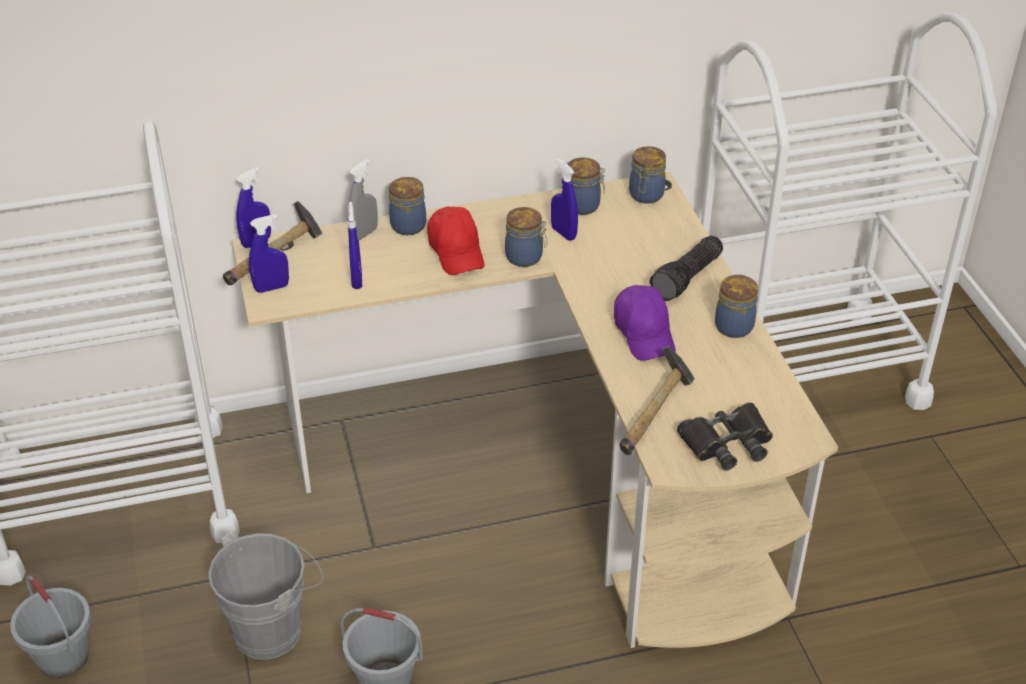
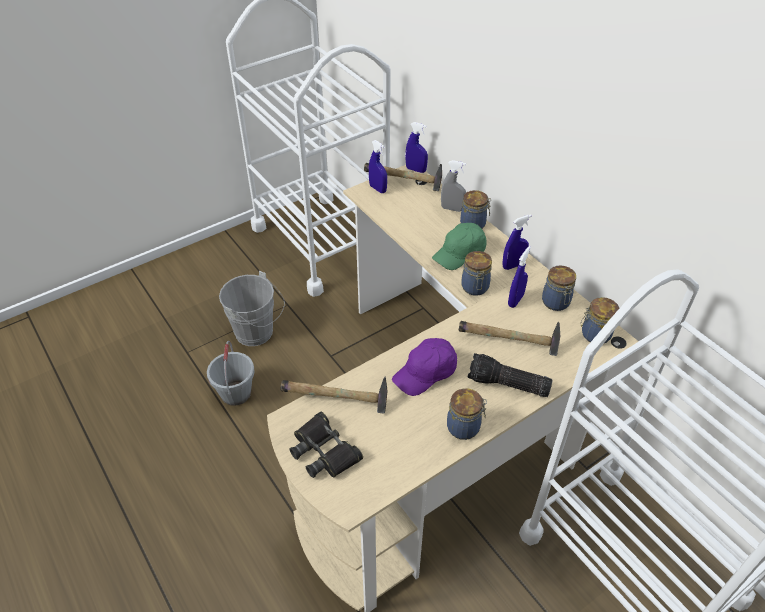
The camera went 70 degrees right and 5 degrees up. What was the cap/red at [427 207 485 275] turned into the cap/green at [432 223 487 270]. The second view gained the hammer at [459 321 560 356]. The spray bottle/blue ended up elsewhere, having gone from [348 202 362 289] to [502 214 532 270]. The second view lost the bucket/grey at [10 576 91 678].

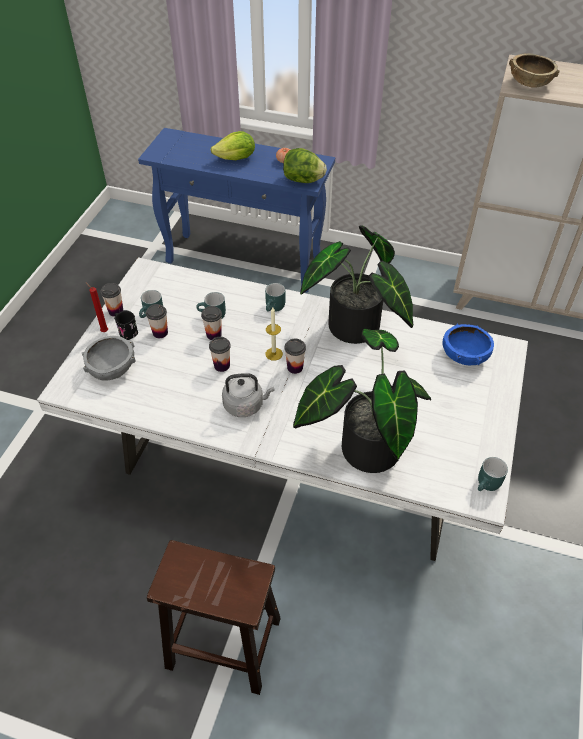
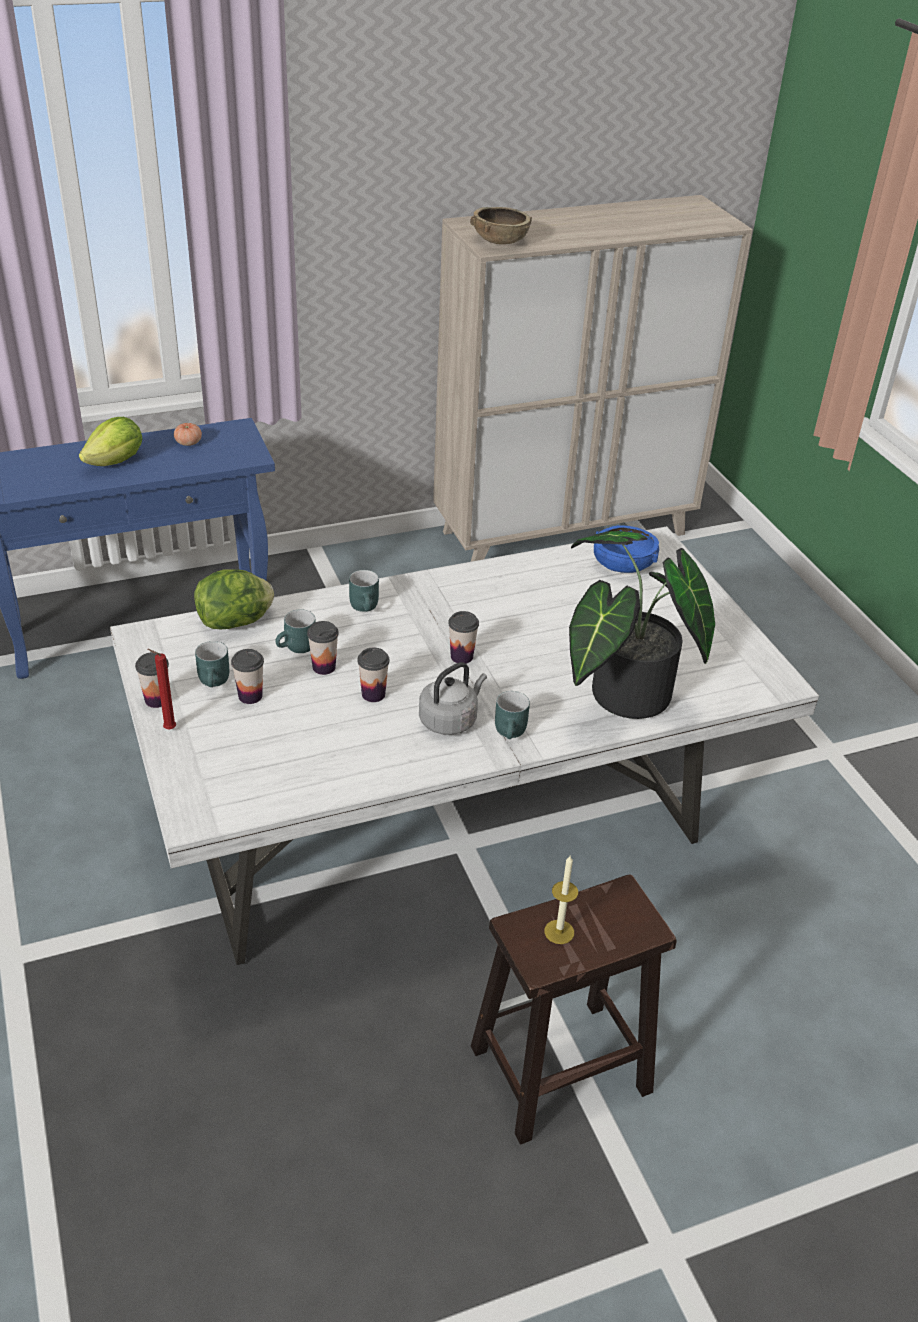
The camera went 40 degrees left and 10 degrees down. The lettuce ended up elsewhere, having gone from [283 148 327 183] to [194 569 274 629]. The mug/turquoise ended up elsewhere, having gone from [478 457 508 491] to [495 691 530 739]. The candle ended up elsewhere, having gone from [266 307 283 361] to [544 856 578 944]. The second view lost the bowl/grey at [82 336 136 381]. The second view lost the mug/black at [114 310 138 340]. The second view lost the potted plant at [300 225 413 344].

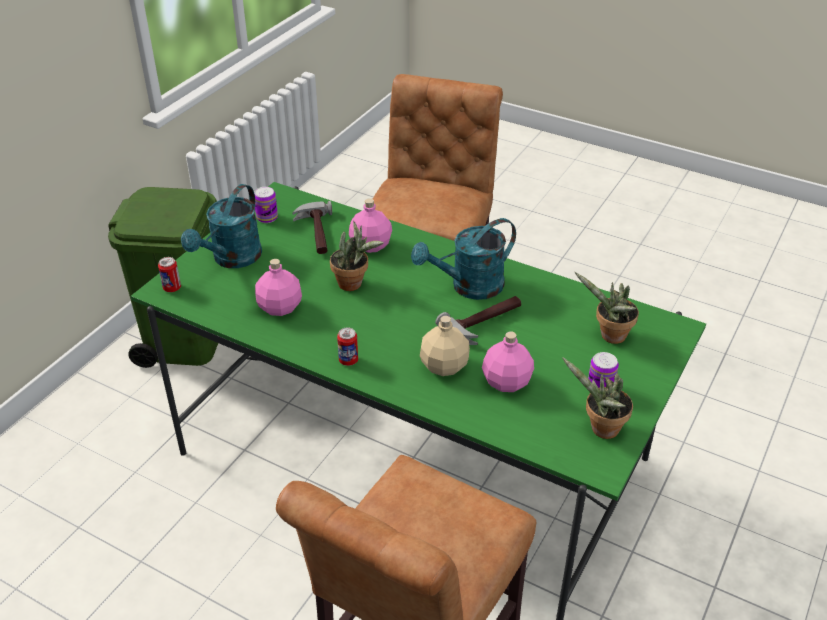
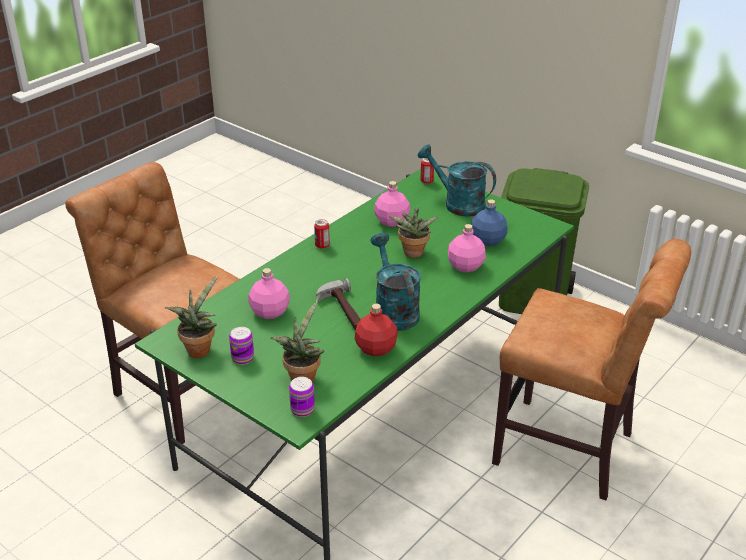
The camera went 100 degrees right and 5 degrees down. The can ended up elsewhere, having gone from [254 187 278 223] to [289 377 315 417]. The second view gained the bottle/red at [355 304 398 356]. Where the hammer stood at [292 201 332 254], the bottle/blue came to stand at [471 199 508 246]. The second view lost the bottle/beige at [420 316 470 376].

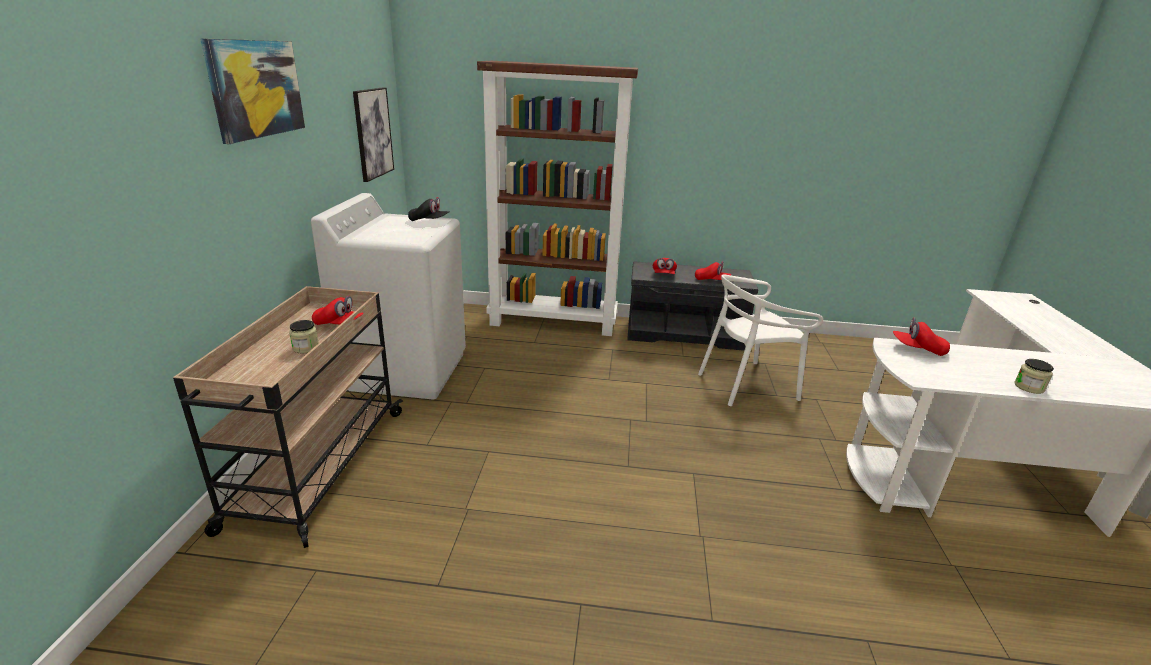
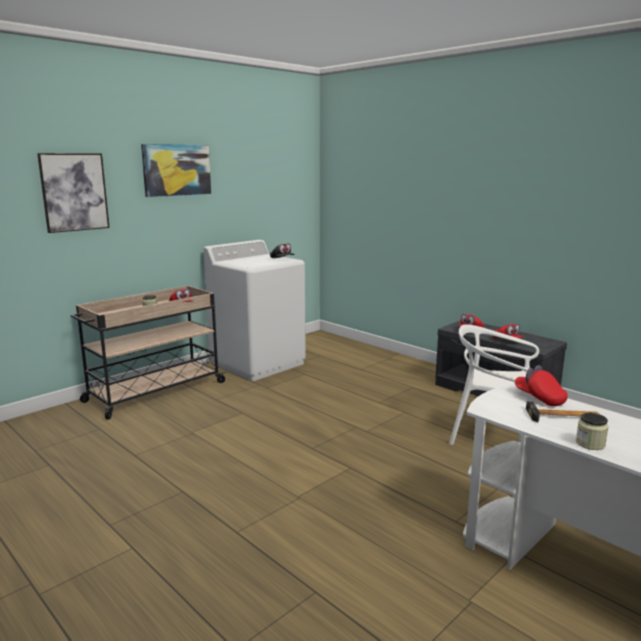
The camera went 40 degrees right and 10 degrees down. The picture ended up elsewhere, having gone from [353 87 394 182] to [37 153 109 233]. The second view gained the hammer at [526 401 599 423]. The second view lost the bookcase/brown at [477 61 638 336].

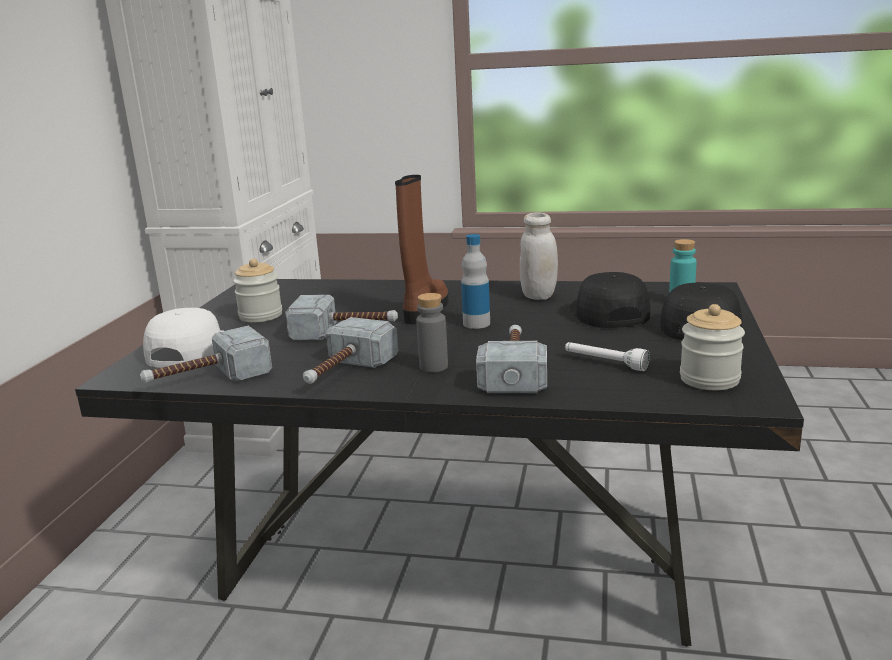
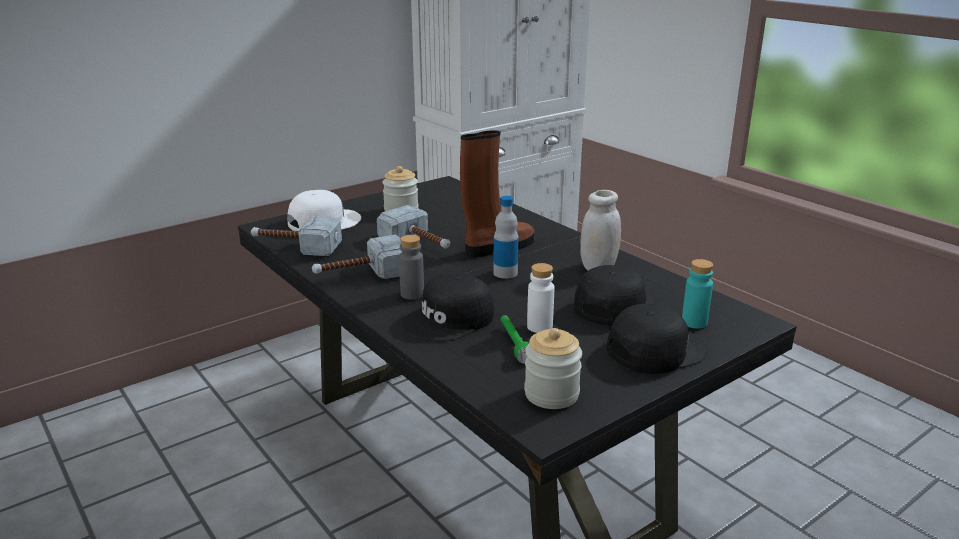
The camera went 40 degrees right and 5 degrees up. Where the hammer stood at [476 325 547 393], the cap/black came to stand at [402 272 494 341]. What was the flashlight/white at [565 342 650 371] turned into the flashlight/green at [501 315 529 364]. The second view gained the bottle/white at [527 263 554 333].

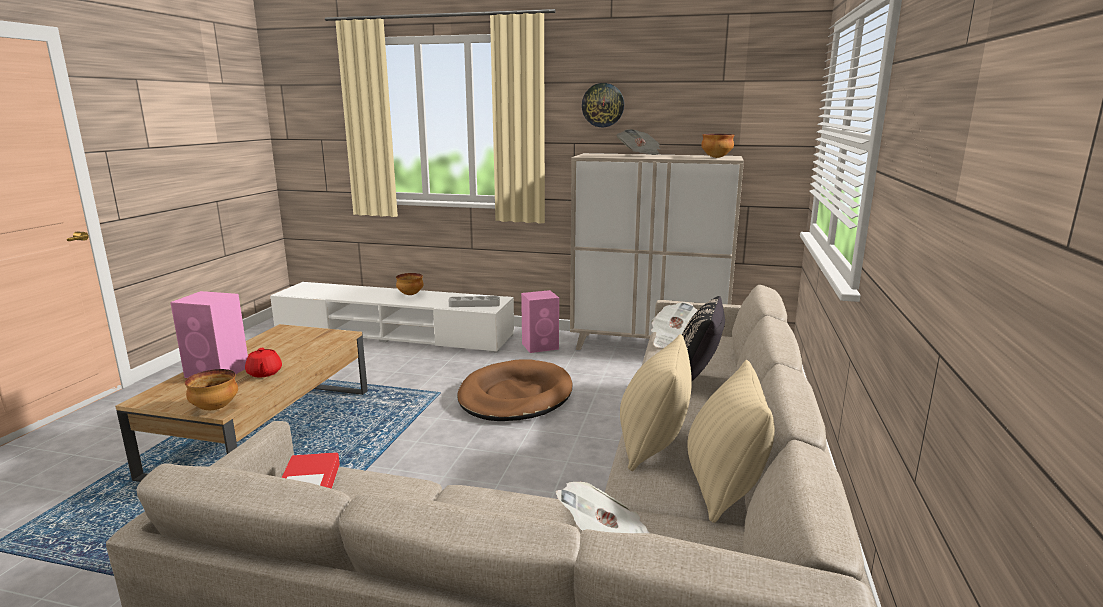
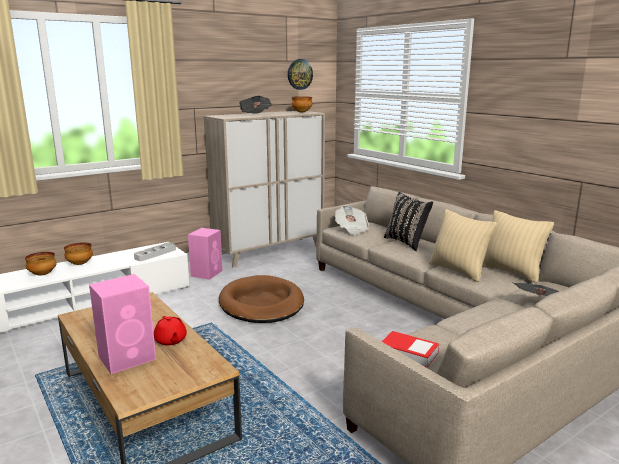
The camera went 50 degrees left and 0 degrees up. The bowl ended up elsewhere, having gone from [185 369 238 410] to [25 252 56 276]. The teapot/red at [245 348 282 377] ended up facing another way, 45 degrees clockwise from before. The wall clock ended up elsewhere, having gone from [582 83 624 127] to [288 59 313 90].

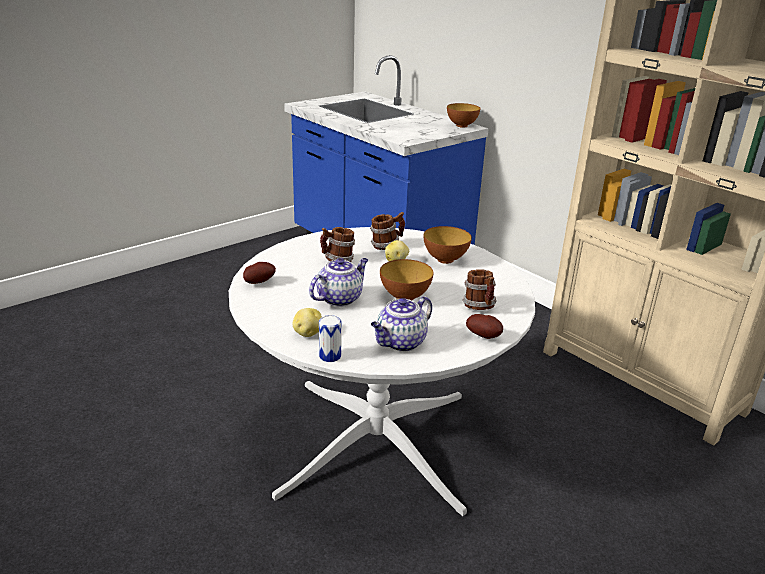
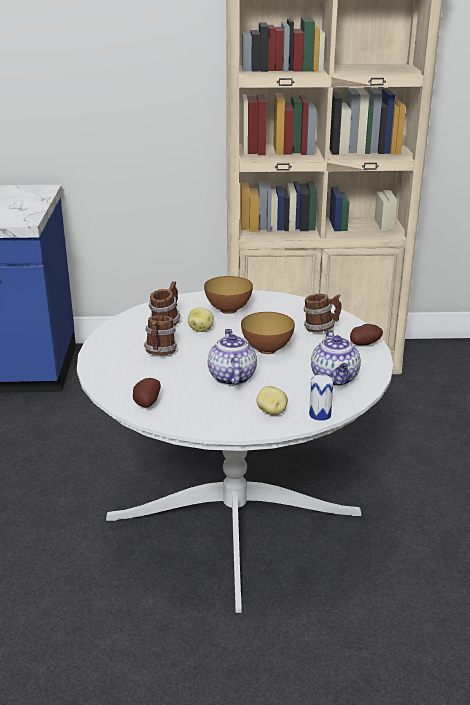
The camera went 50 degrees left and 0 degrees up. The second view lost the bowl at [447 103 480 127].

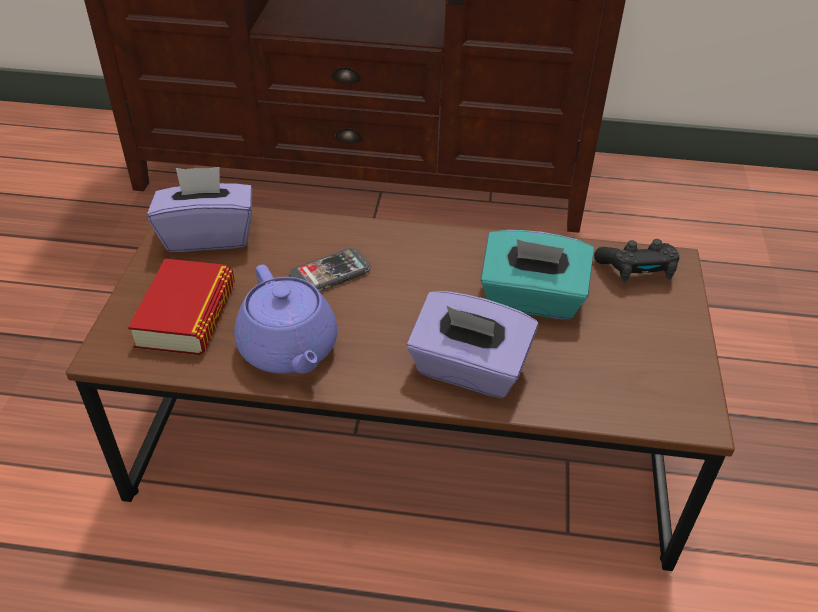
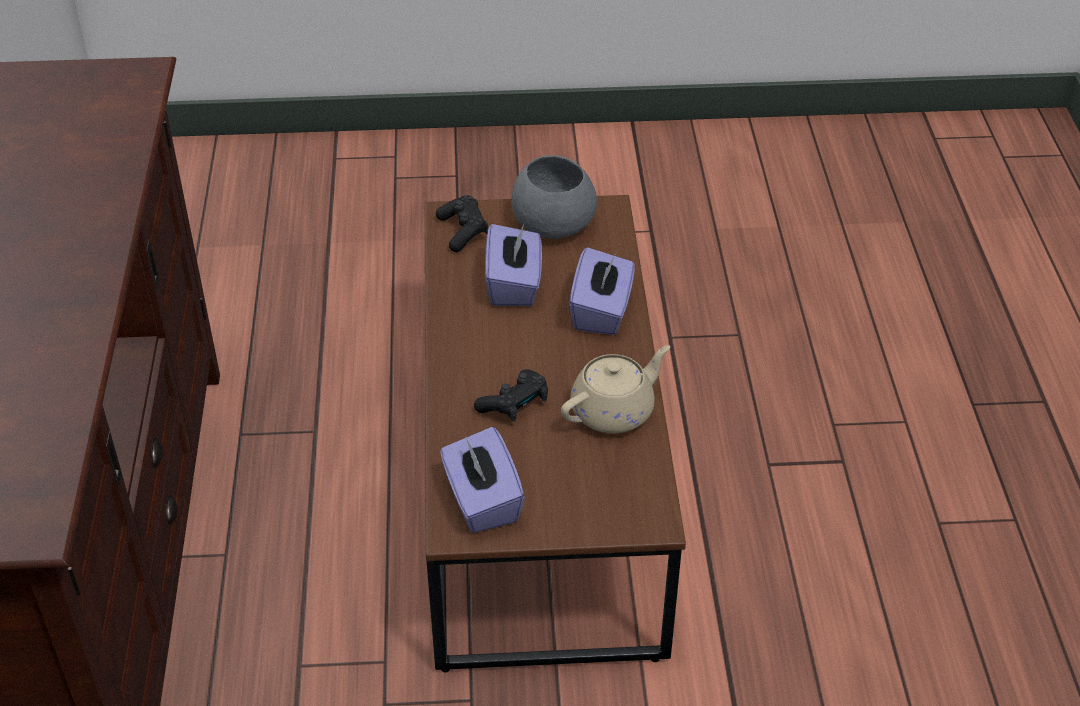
The camera went 100 degrees left and 0 degrees up. Where the phone stood at [289 248 371 292], the game controller/black came to stand at [474 369 548 422]. What was the tissue box/turquoise at [480 230 594 320] turned into the tissue box/purple at [485 224 542 306]. The second view gained the bowl/grey at [512 155 597 239]. What was the teapot/purple at [234 264 337 374] turned into the teapot/beige at [561 345 670 434]. The second view lost the book at [128 259 235 355].

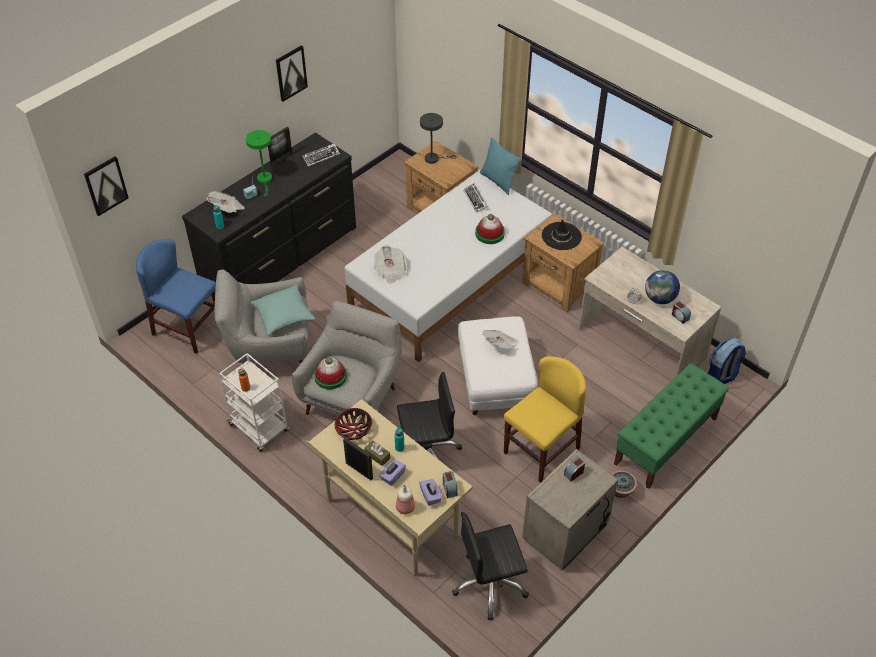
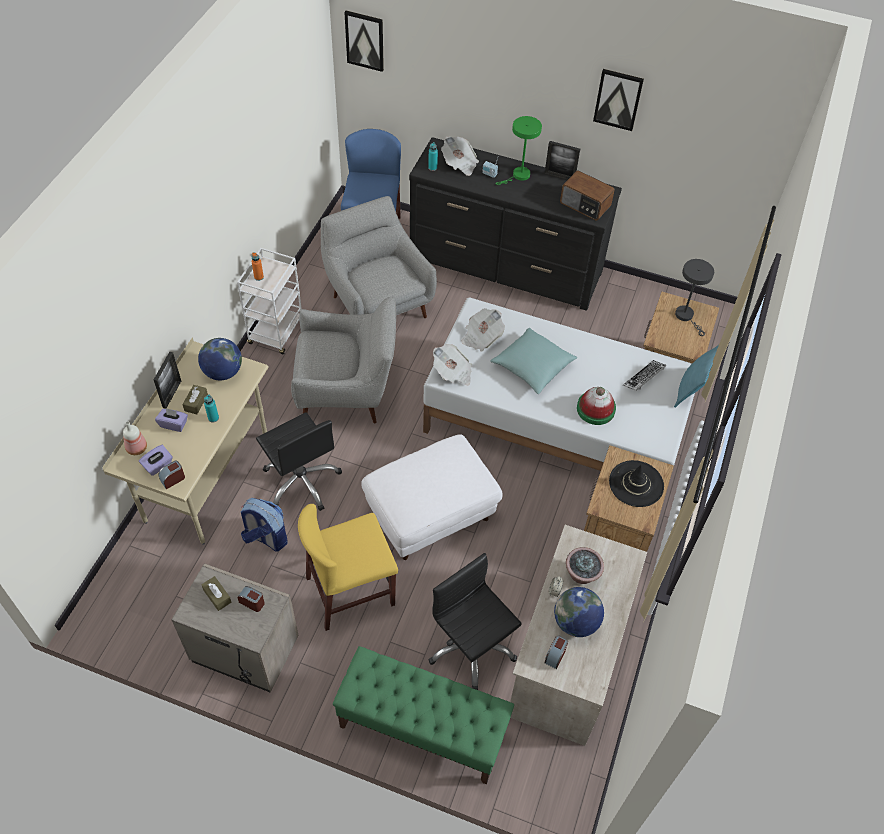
The camera went 65 degrees right and 5 degrees up. Where the bowl stood at [335 408 372 440], the globe came to stand at [198 338 242 381]. The second view gained the tissue box/brown at [201 576 232 611]. The backpack ended up elsewhere, having gone from [708 338 746 384] to [241 498 288 552]. The chair/yellow at [503 356 586 483] ended up facing another way, 135 degrees clockwise from before. The office chair/black ended up elsewhere, having gone from [452 512 529 620] to [428 553 522 690]. The newspaper ended up elsewhere, having gone from [482 330 518 350] to [433 344 472 385]. The pillow/turquoise ended up elsewhere, having gone from [250 284 315 336] to [490 328 578 394]. Where the keyboard stood at [302 144 340 167], the radio came to stand at [560 170 615 221]. The potted plant ended up elsewhere, having gone from [612 470 637 498] to [566 547 604 584]. The second view lost the hat at [314 357 347 389].

